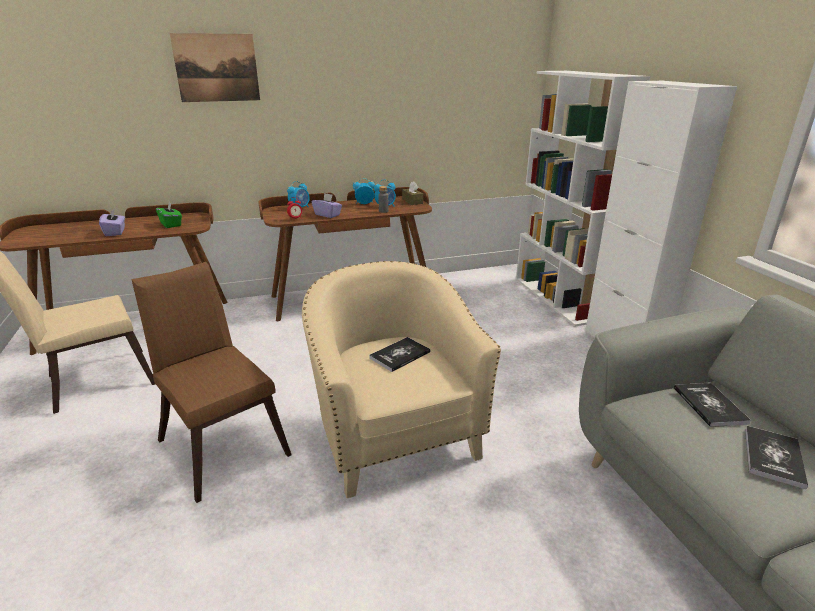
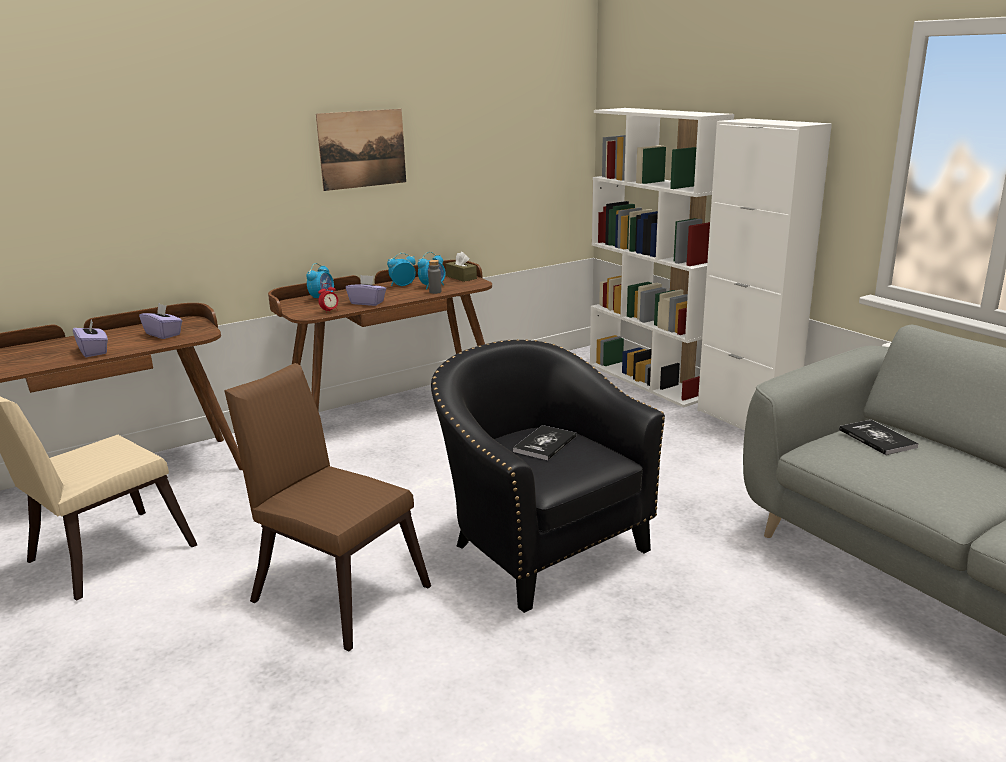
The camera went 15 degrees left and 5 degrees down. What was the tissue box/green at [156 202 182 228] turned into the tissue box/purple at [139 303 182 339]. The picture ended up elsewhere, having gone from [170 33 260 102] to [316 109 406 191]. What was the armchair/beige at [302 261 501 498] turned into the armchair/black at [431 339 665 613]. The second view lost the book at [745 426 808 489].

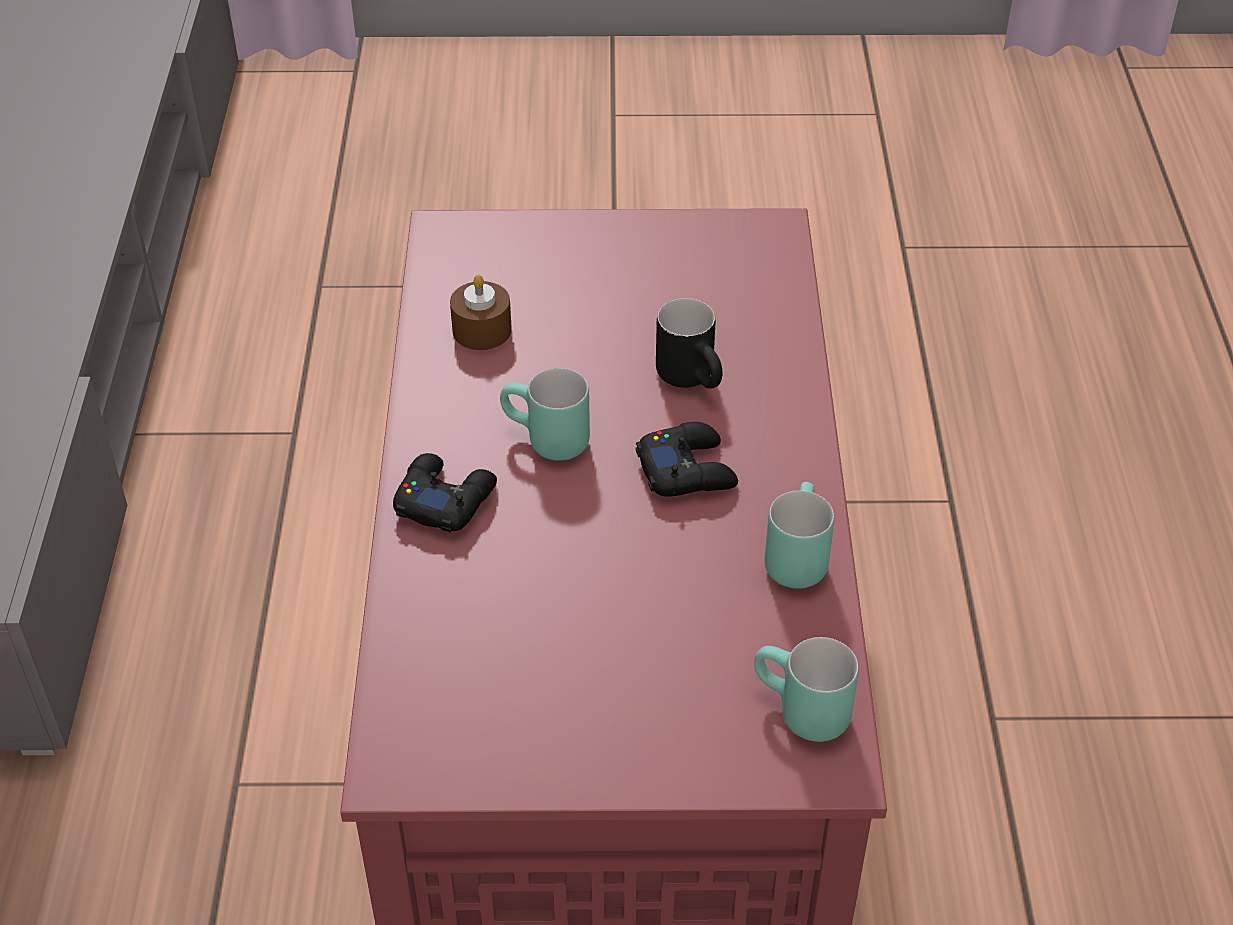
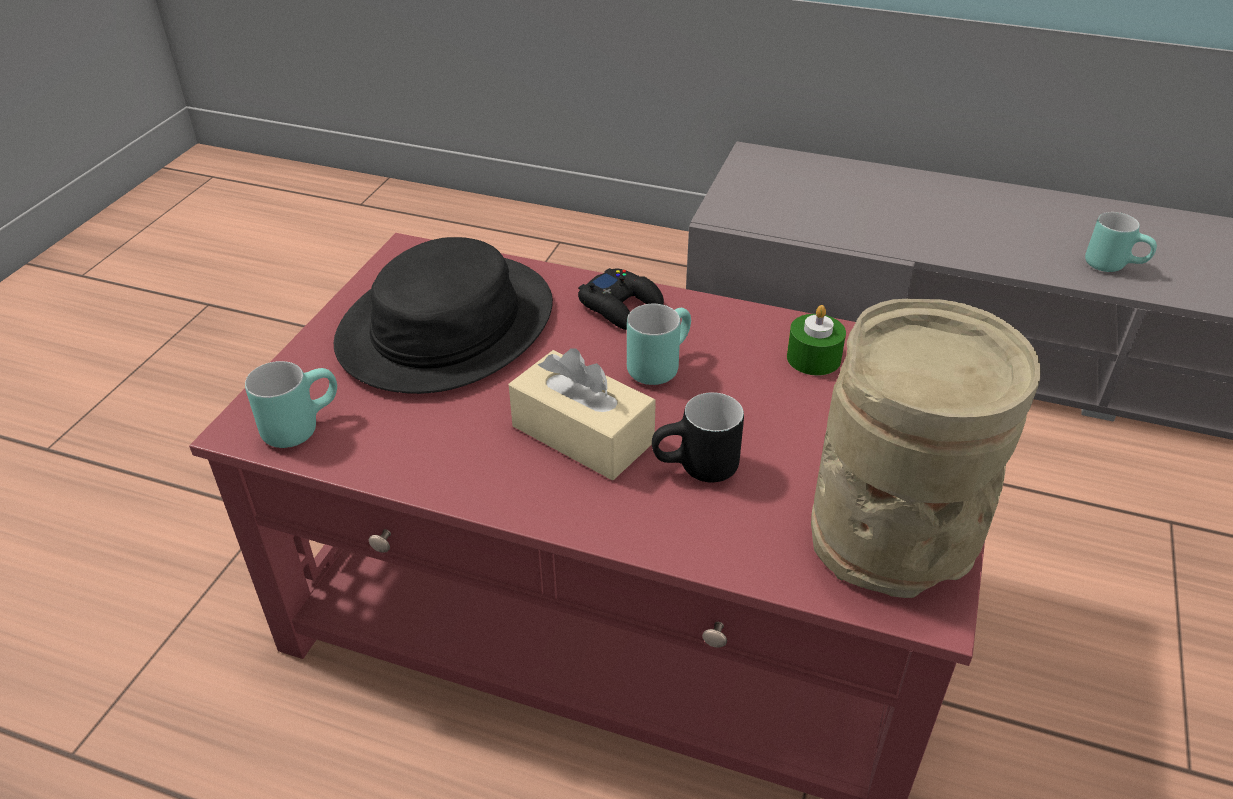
The camera went 110 degrees right and 5 degrees down. The second view gained the hat/black at [334 237 553 394]. Where the game controller/black stood at [636 422 738 497], the tissue box/beige came to stand at [509 348 656 480]. What was the candle/brown at [450 274 512 350] turned into the candle/green at [787 305 846 375]. The second view gained the vase/beige at [811 299 1041 598]. The mug/turquoise ended up elsewhere, having gone from [765 482 834 588] to [1085 212 1157 272].

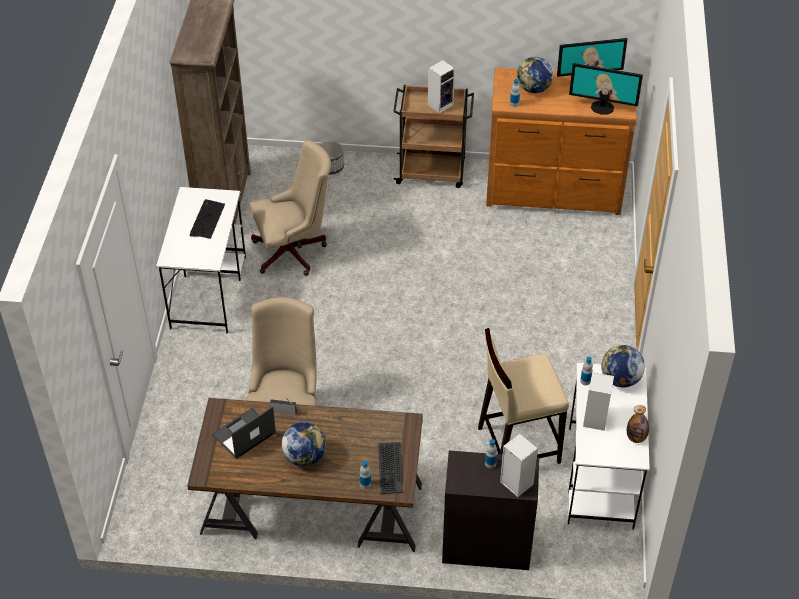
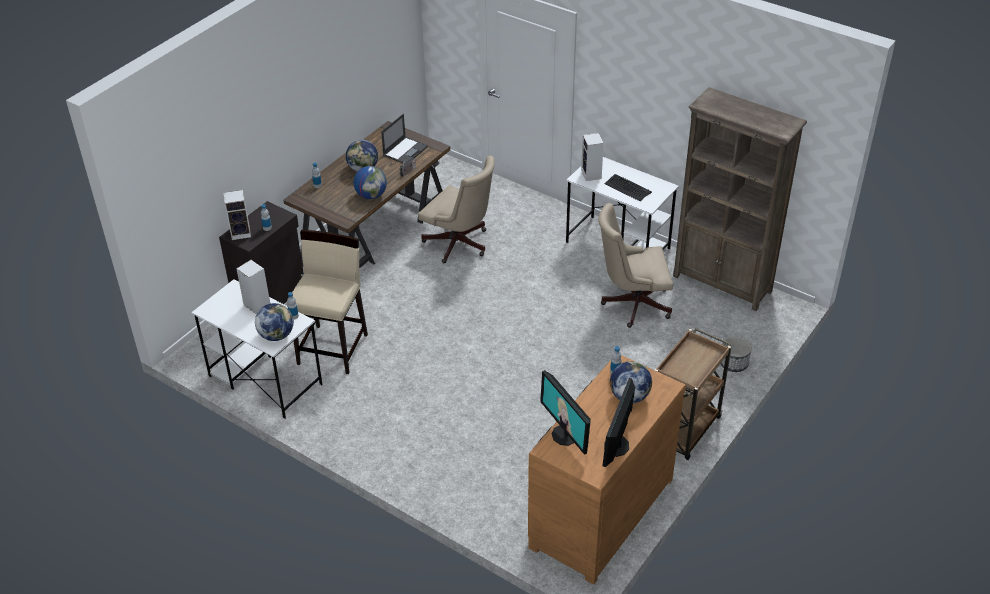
The camera went 120 degrees right and 5 degrees down. The second view gained the globe at [353 166 387 199]. The laptop at [212 406 276 459] ended up facing another way, 45 degrees clockwise from before. The monitor at [569 63 643 115] ended up facing another way, 75 degrees counterclockwise from before. The speaker ended up elsewhere, having gone from [428 60 455 113] to [581 133 604 181]. The office chair/beige at [250 140 331 276] ended up facing another way, 75 degrees clockwise from before. The second view lost the keyboard at [378 442 403 494]. The second view lost the bottle at [627 405 649 443].

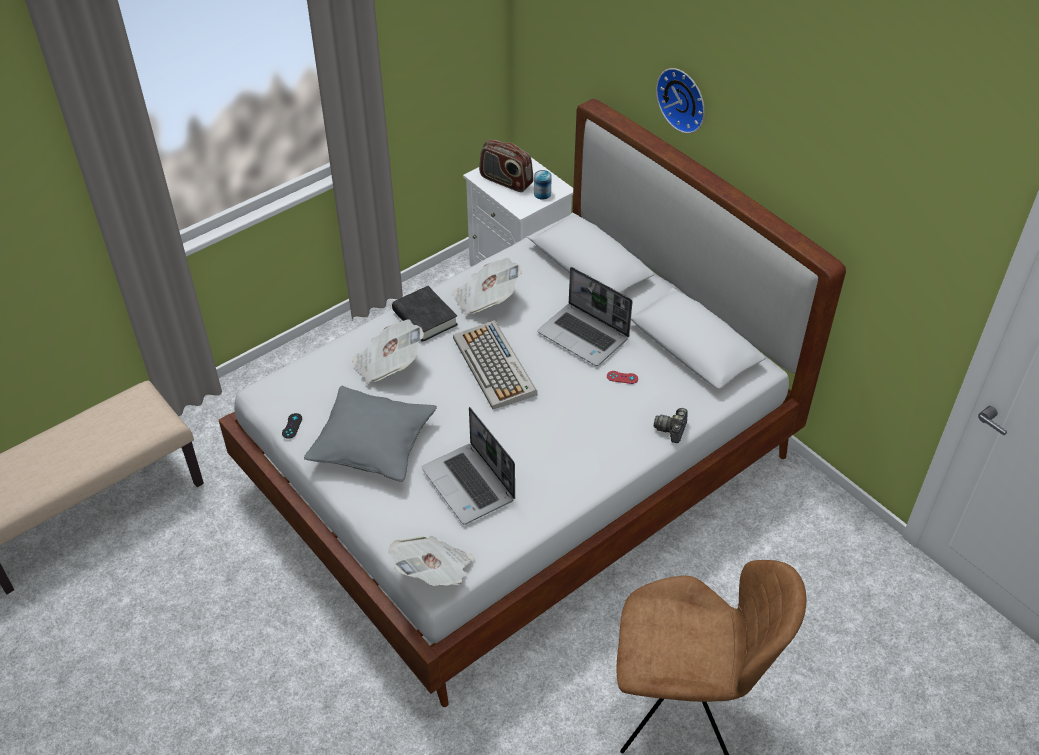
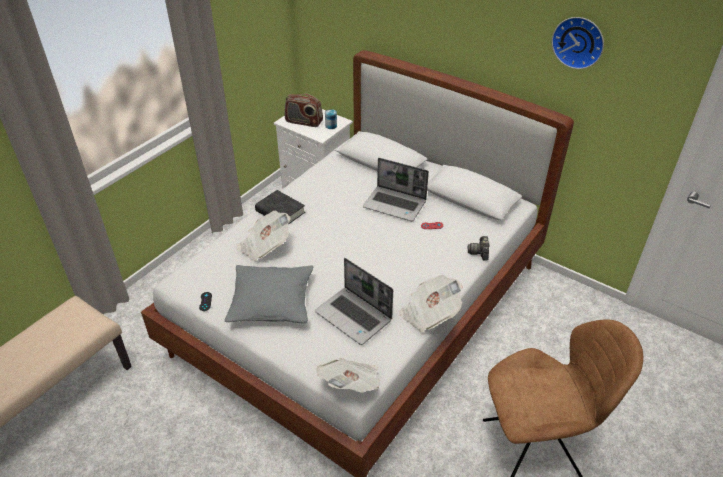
The camera went 15 degrees left and 5 degrees down. The newspaper ended up elsewhere, having gone from [452 258 522 315] to [399 275 463 332]. The wall clock ended up elsewhere, having gone from [656 68 705 134] to [552 17 604 69]. The second view lost the keyboard at [453 320 537 409].

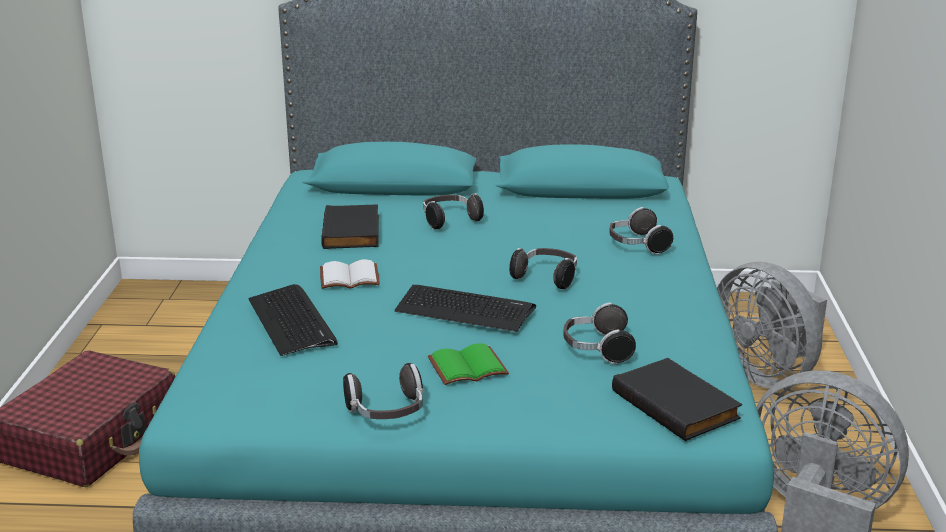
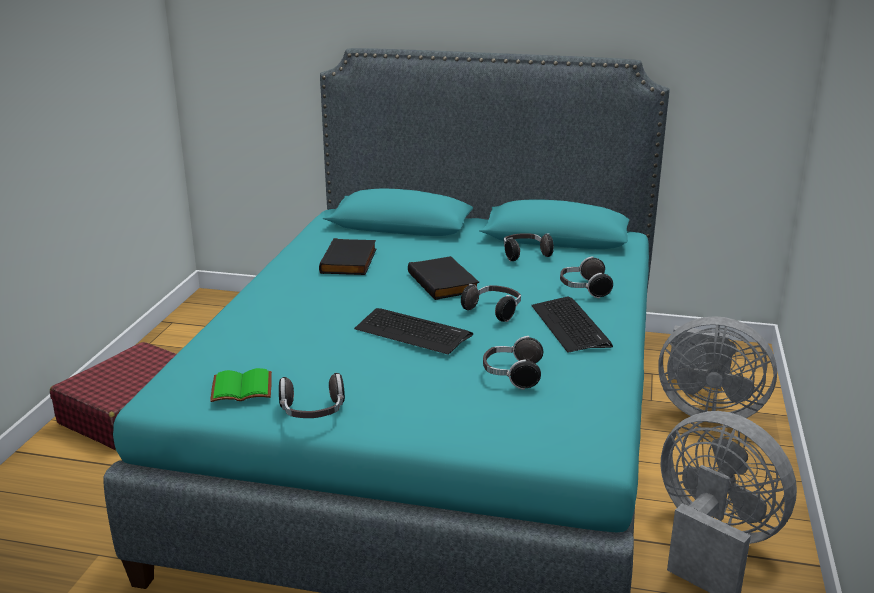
The camera went 10 degrees right and 0 degrees up. The book/green ended up elsewhere, having gone from [428 343 509 385] to [210 368 272 402]. The book/black ended up elsewhere, having gone from [612 358 742 441] to [408 256 479 300]. The headphones ended up elsewhere, having gone from [423 193 484 230] to [504 233 554 261]. The keyboard ended up elsewhere, having gone from [248 284 338 356] to [532 297 613 353]. The fan/grey at [717 262 827 388] ended up facing another way, 45 degrees counterclockwise from before. The second view lost the book/white at [320 259 380 289].

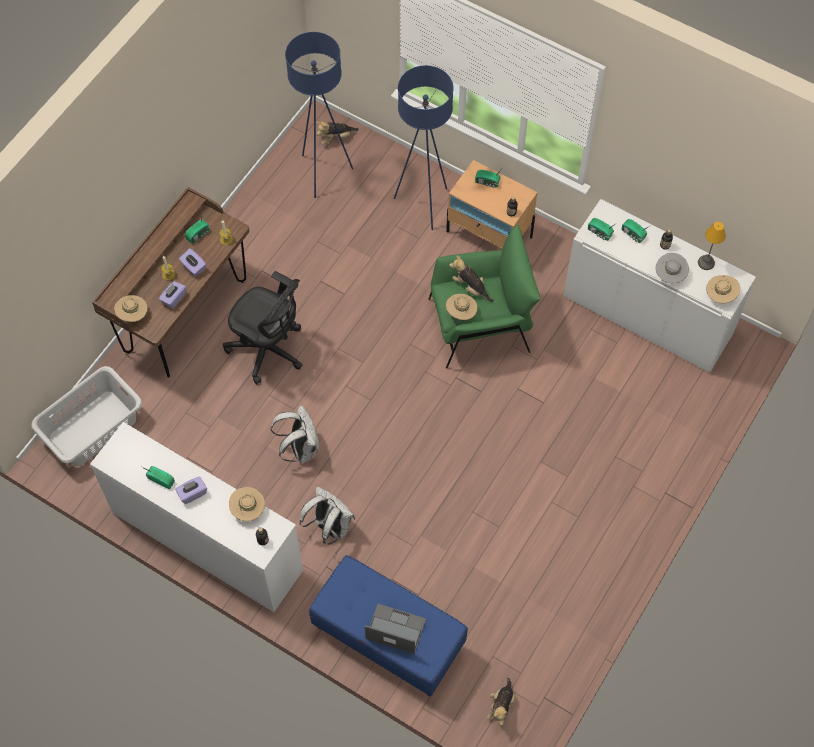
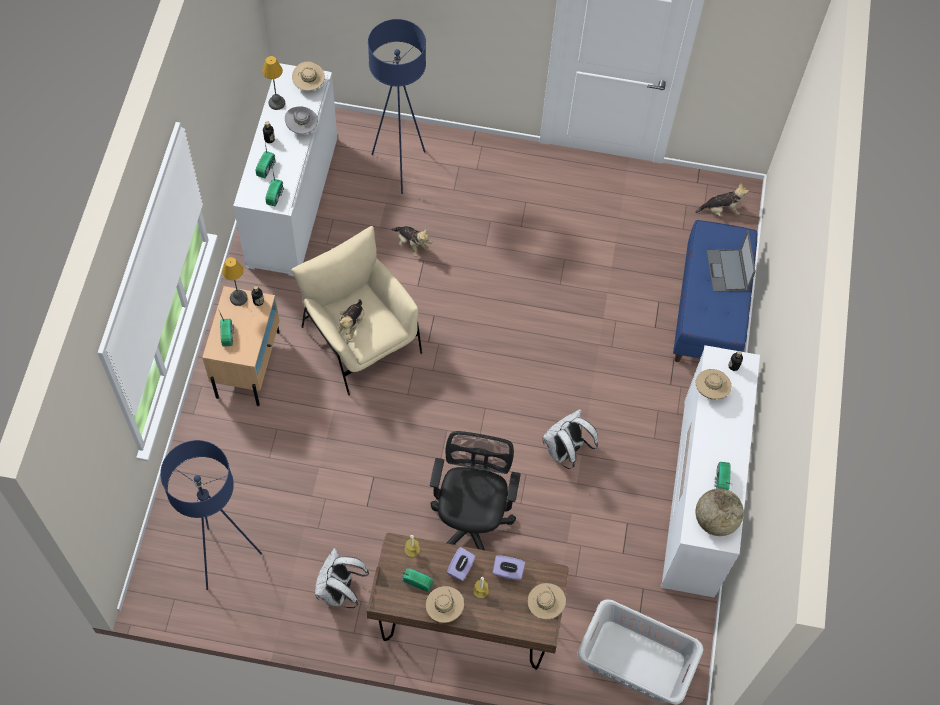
The camera went 115 degrees left and 0 degrees up. The second view gained the table lamp at [222 257 247 306]. What was the armchair/green at [428 224 540 369] turned into the armchair/beige at [291 226 422 395]. The backpack/white ended up elsewhere, having gone from [299 486 355 545] to [315 548 369 608]. The floor lamp/blue ended up elsewhere, having gone from [394 65 454 230] to [368 19 426 194]. The plush toy ended up elsewhere, having gone from [316 122 359 145] to [391 226 432 257]. The hat/beige ended up elsewhere, having gone from [446 294 478 320] to [426 586 464 623]. The second view gained the globe at [696 488 744 536]. The second view lost the tissue box/purple at [175 477 207 504].

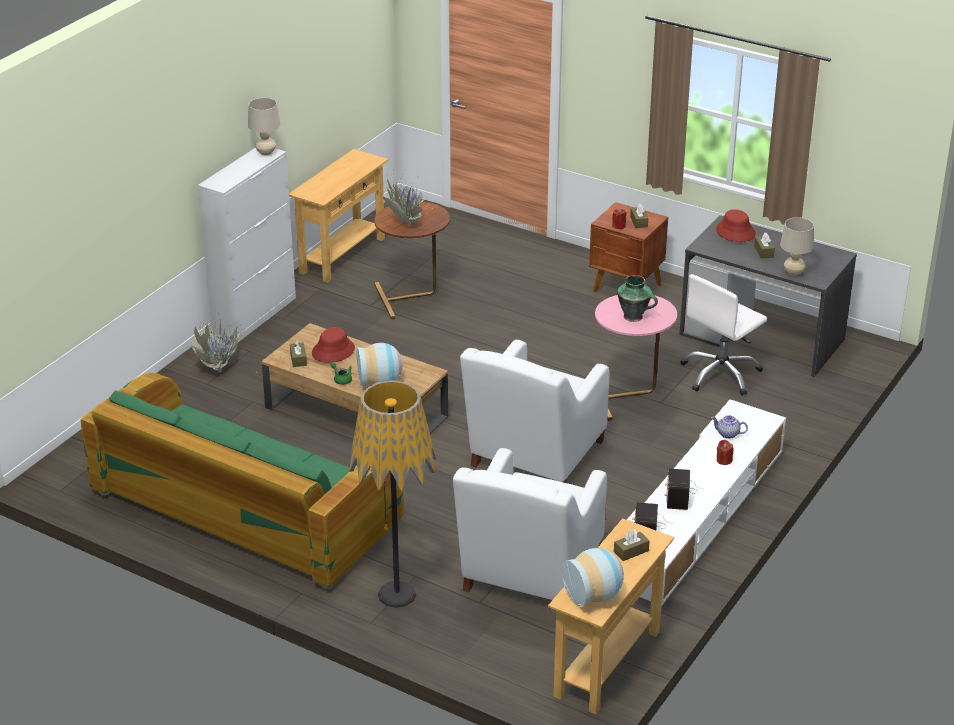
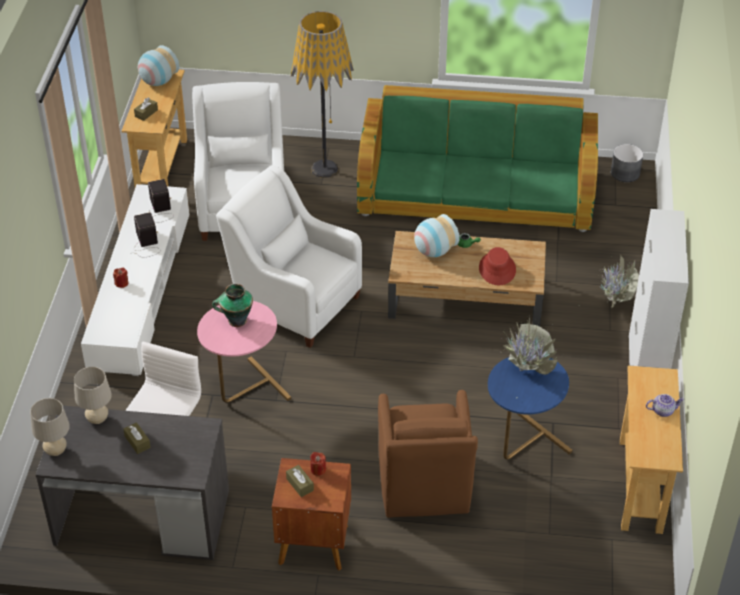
The camera went 155 degrees right and 10 degrees up. The table lamp/beige ended up elsewhere, having gone from [248 98 280 156] to [30 398 70 456]. The armchair/white at [460 340 610 483] ended up facing another way, 60 degrees counterclockwise from before. The second view gained the armchair/brown at [378 390 478 517]. What was the side table/brown at [374 202 450 320] turned into the side table/blue at [488 357 572 460]. The second view gained the planter/grey at [611 144 643 182]. The teapot ended up elsewhere, having gone from [711 415 748 439] to [646 394 684 417]. The second view lost the tissue box/brown at [290 341 307 367]. The second view lost the hat/red at [716 209 756 242].

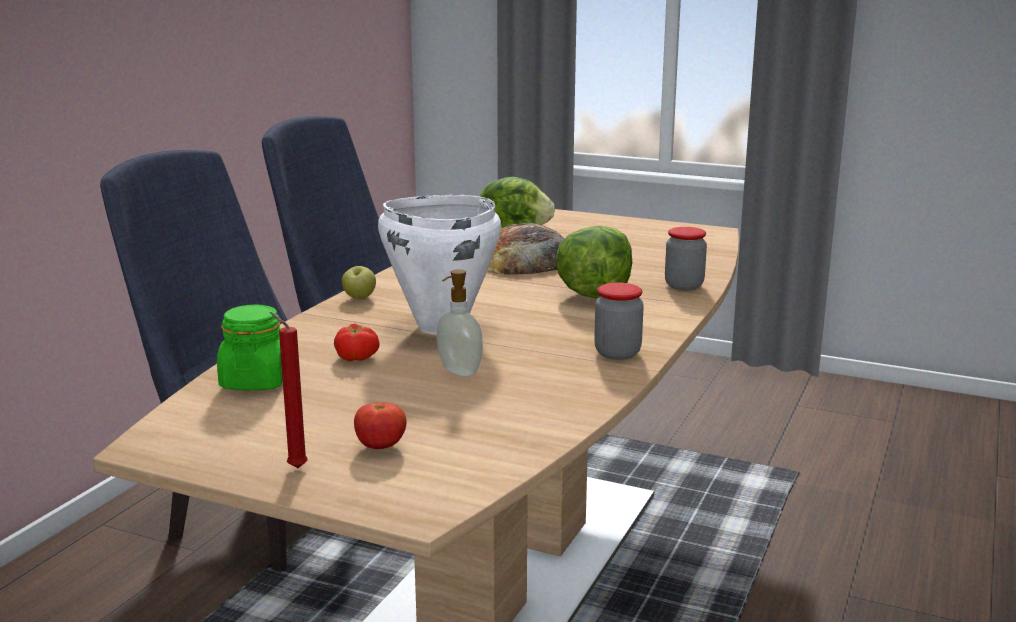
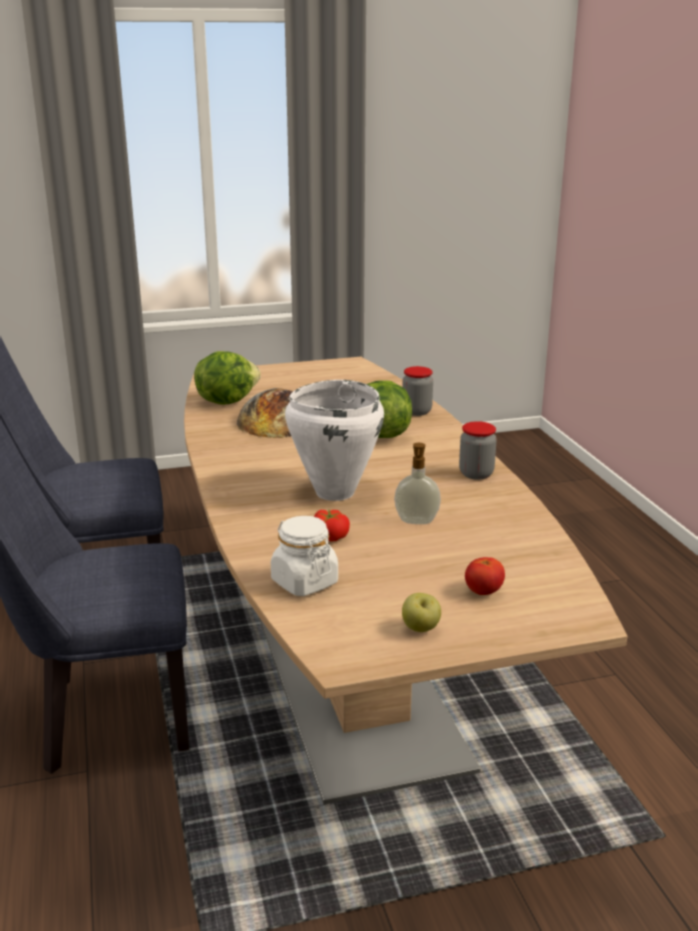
The camera went 40 degrees left and 5 degrees up. What was the jar/green at [217 305 283 390] turned into the jar/white at [271 516 338 596]. The apple ended up elsewhere, having gone from [342 266 376 299] to [402 593 441 632]. The second view lost the candle/red at [270 312 308 468].

